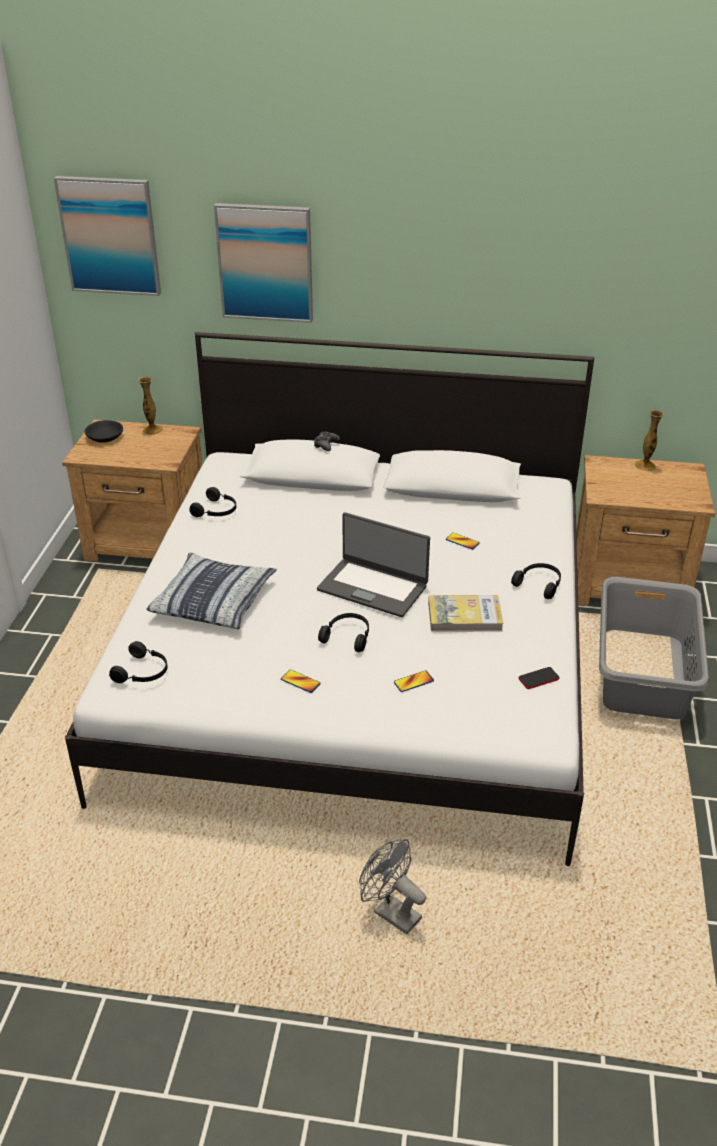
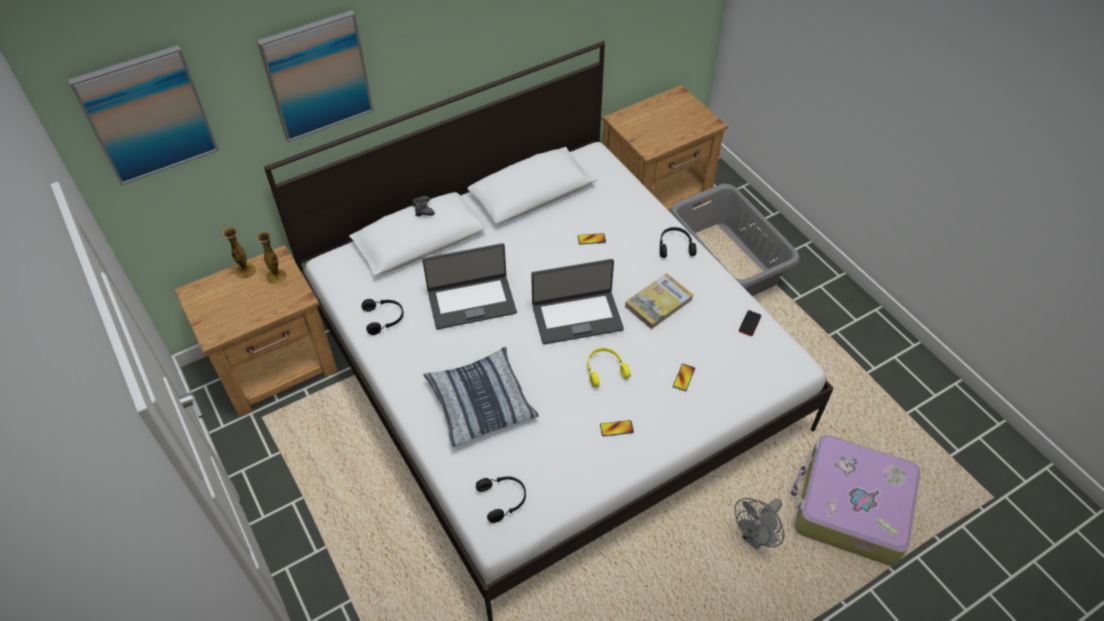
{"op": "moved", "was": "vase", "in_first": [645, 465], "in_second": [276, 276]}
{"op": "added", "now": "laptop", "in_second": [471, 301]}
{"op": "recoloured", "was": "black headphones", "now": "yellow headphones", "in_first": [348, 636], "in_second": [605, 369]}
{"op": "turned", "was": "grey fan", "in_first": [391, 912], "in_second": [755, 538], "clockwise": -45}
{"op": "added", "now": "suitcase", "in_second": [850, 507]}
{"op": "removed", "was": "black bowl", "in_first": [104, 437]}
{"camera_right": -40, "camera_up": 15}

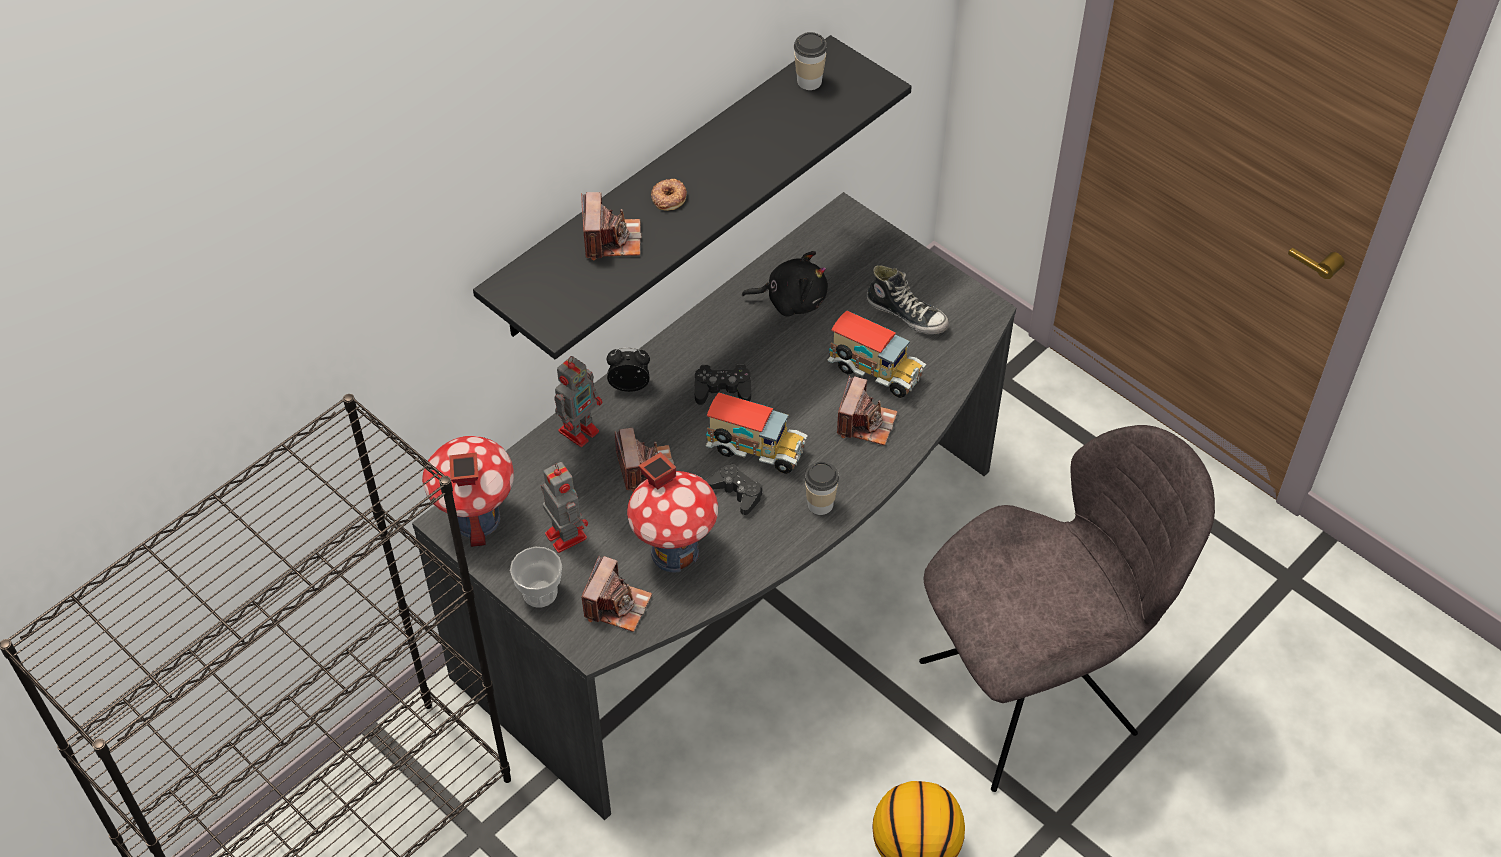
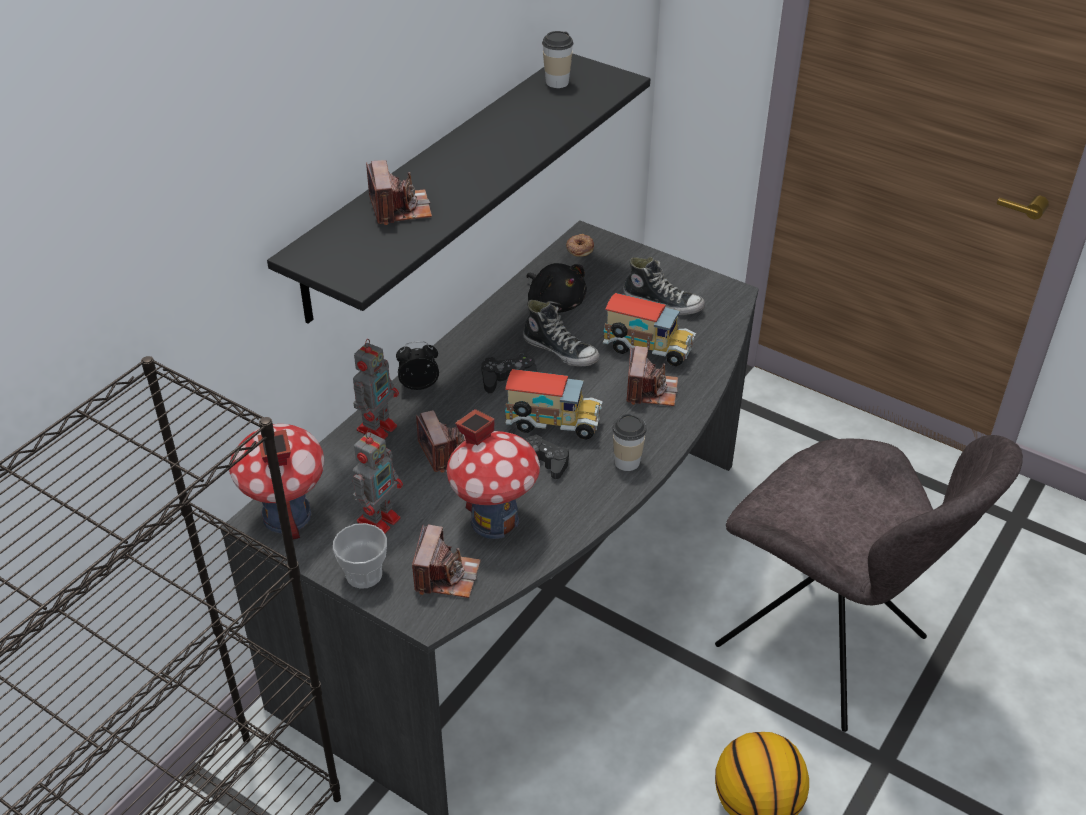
{"op": "turned", "was": "toy robot", "in_first": [564, 534], "in_second": [380, 518], "clockwise": 75}
{"op": "added", "now": "shoe", "in_second": [561, 351]}
{"op": "turned", "was": "black plush toy", "in_first": [791, 300], "in_second": [555, 303], "clockwise": 60}
{"op": "moved", "was": "donut", "in_first": [668, 197], "in_second": [579, 248]}
{"op": "turned", "was": "grey chair", "in_first": [1035, 695], "in_second": [827, 647], "clockwise": 75}
{"camera_right": -10, "camera_up": -10}

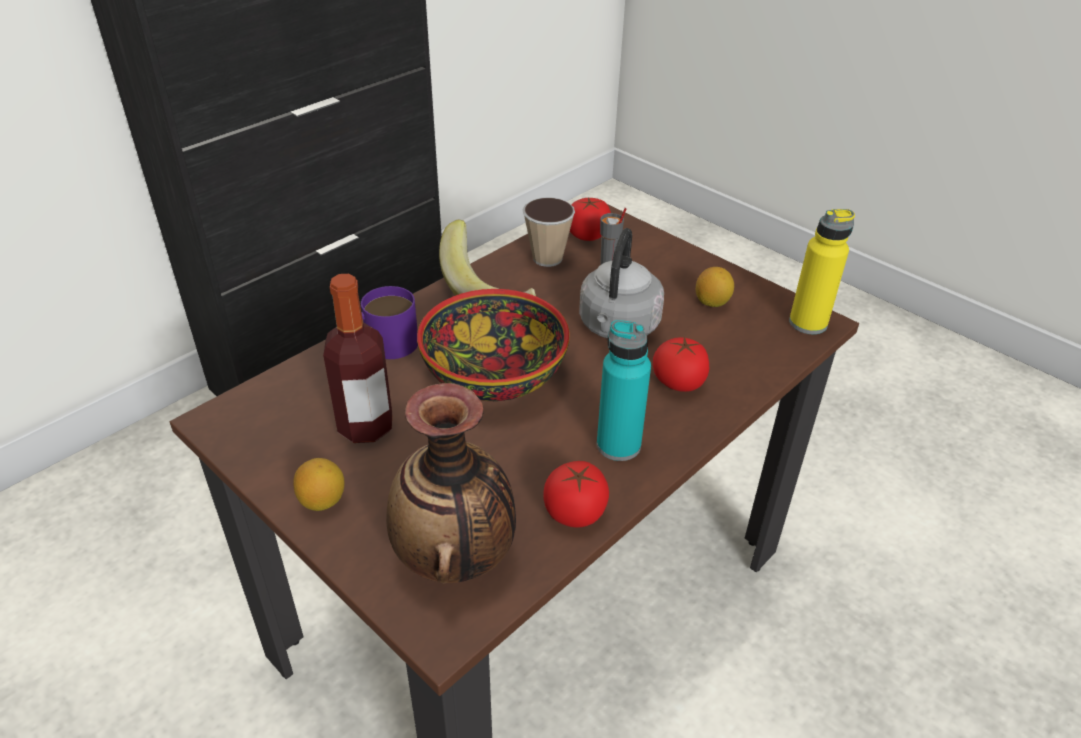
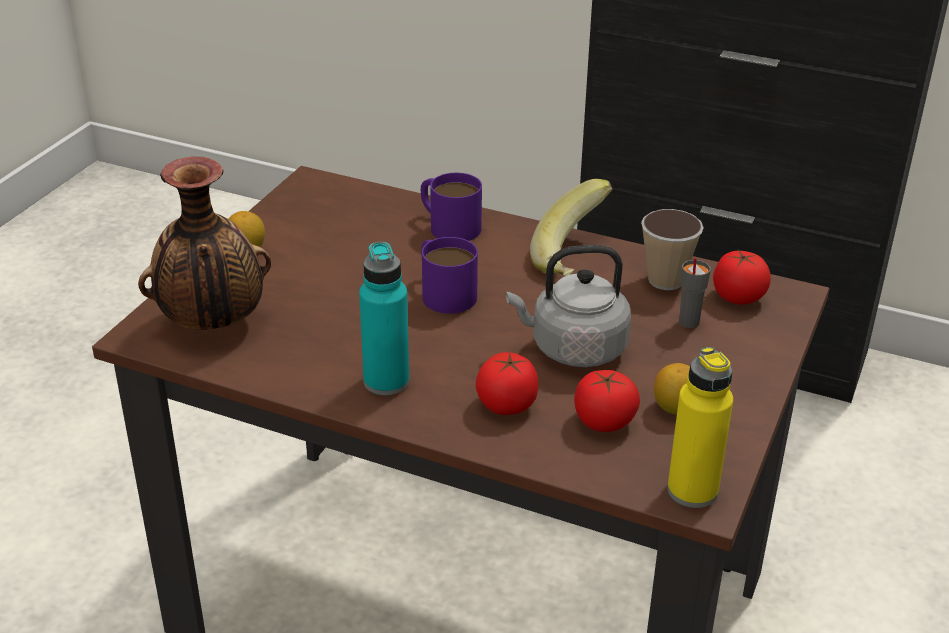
{"op": "replaced", "was": "bowl", "now": "purple mug", "in_first": [494, 376], "in_second": [443, 292]}
{"op": "moved", "was": "tomato", "in_first": [575, 512], "in_second": [604, 421]}
{"op": "removed", "was": "bottle", "in_first": [365, 426]}
{"camera_right": 70, "camera_up": -5}

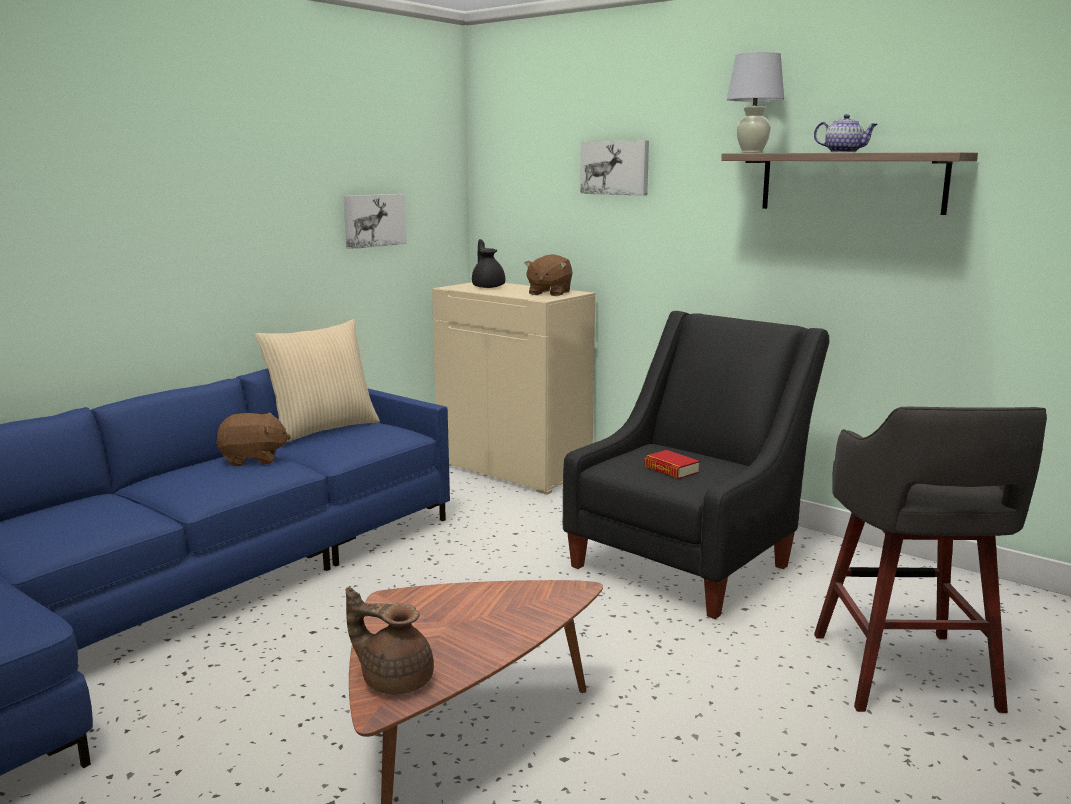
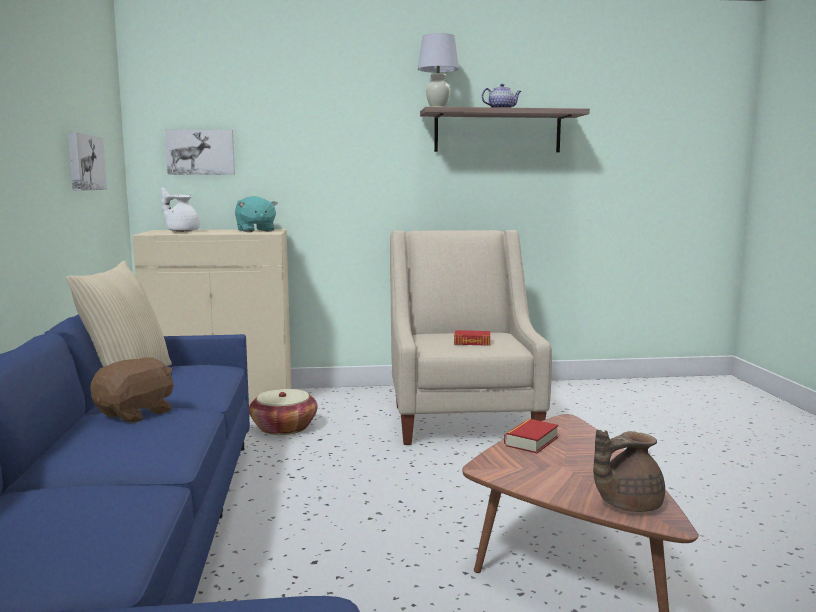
{"op": "recoloured", "was": "black teapot", "now": "white teapot", "in_first": [488, 287], "in_second": [182, 231]}
{"op": "moved", "was": "picture", "in_first": [615, 167], "in_second": [201, 152]}
{"op": "recoloured", "was": "brown plush toy", "now": "turquoise plush toy", "in_first": [549, 293], "in_second": [255, 231]}
{"op": "added", "now": "basket", "in_second": [284, 428]}
{"op": "recoloured", "was": "black armchair", "now": "beige armchair", "in_first": [689, 561], "in_second": [462, 417]}
{"op": "added", "now": "book", "in_second": [531, 441]}
{"op": "removed", "was": "grey stool", "in_first": [905, 675]}
{"camera_right": -45, "camera_up": -5}

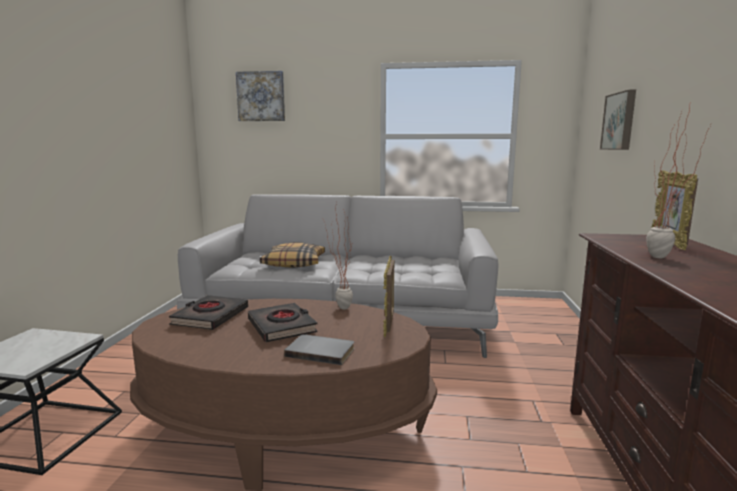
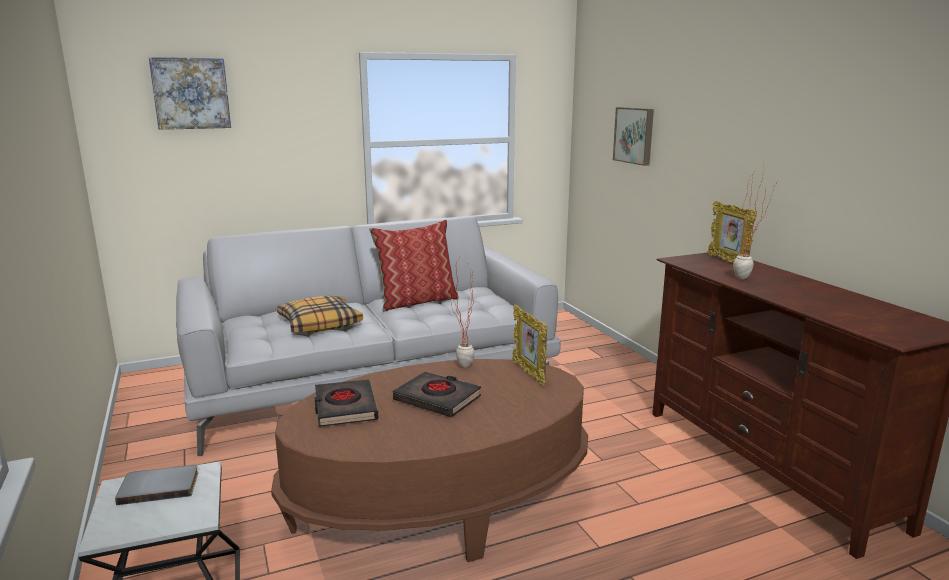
{"op": "moved", "was": "grey book", "in_first": [321, 351], "in_second": [159, 486]}
{"op": "added", "now": "pillow", "in_second": [416, 301]}
{"camera_right": -30, "camera_up": 5}

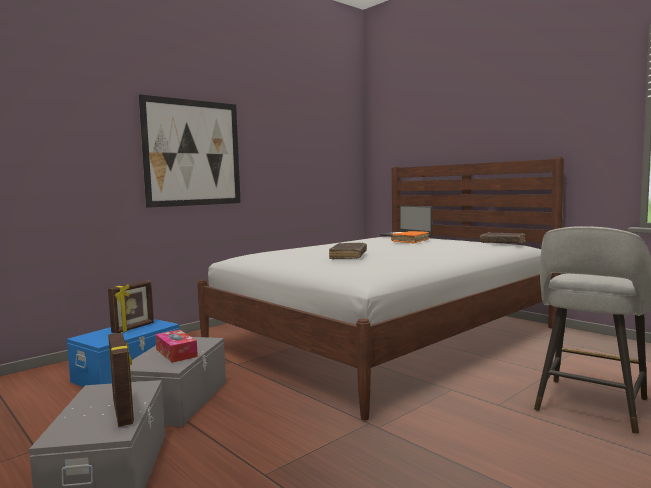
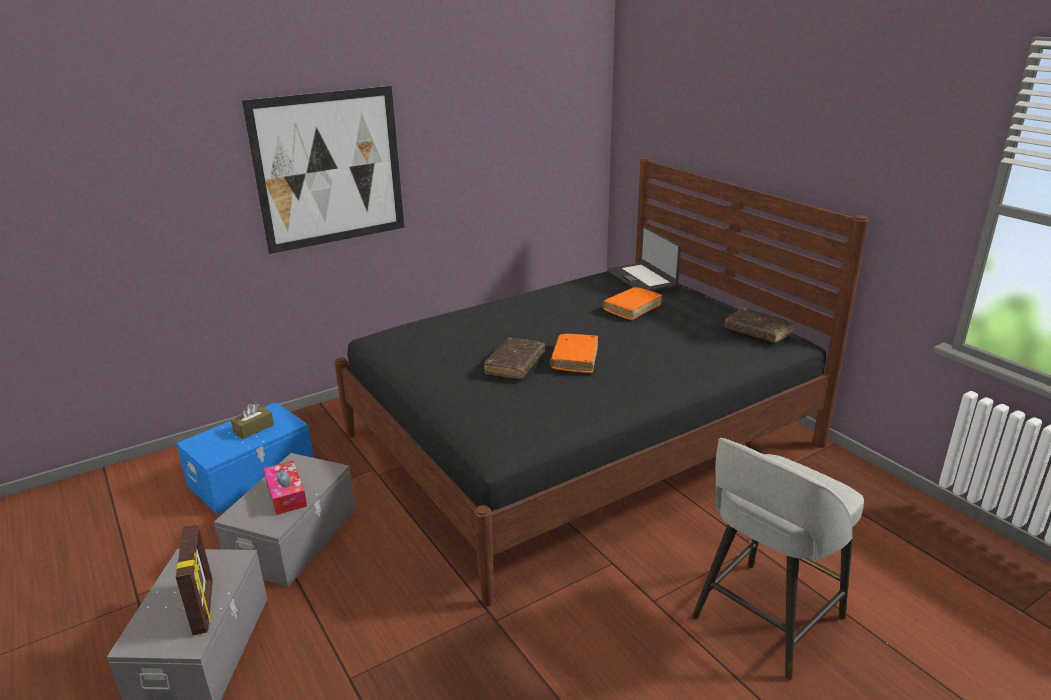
{"op": "replaced", "was": "picture frame", "now": "brown tissue box", "in_first": [133, 328], "in_second": [254, 428]}
{"op": "recoloured", "was": "white bed", "now": "black bed", "in_first": [386, 337], "in_second": [580, 440]}
{"op": "added", "now": "orange book", "in_second": [574, 359]}
{"camera_right": 10, "camera_up": 20}

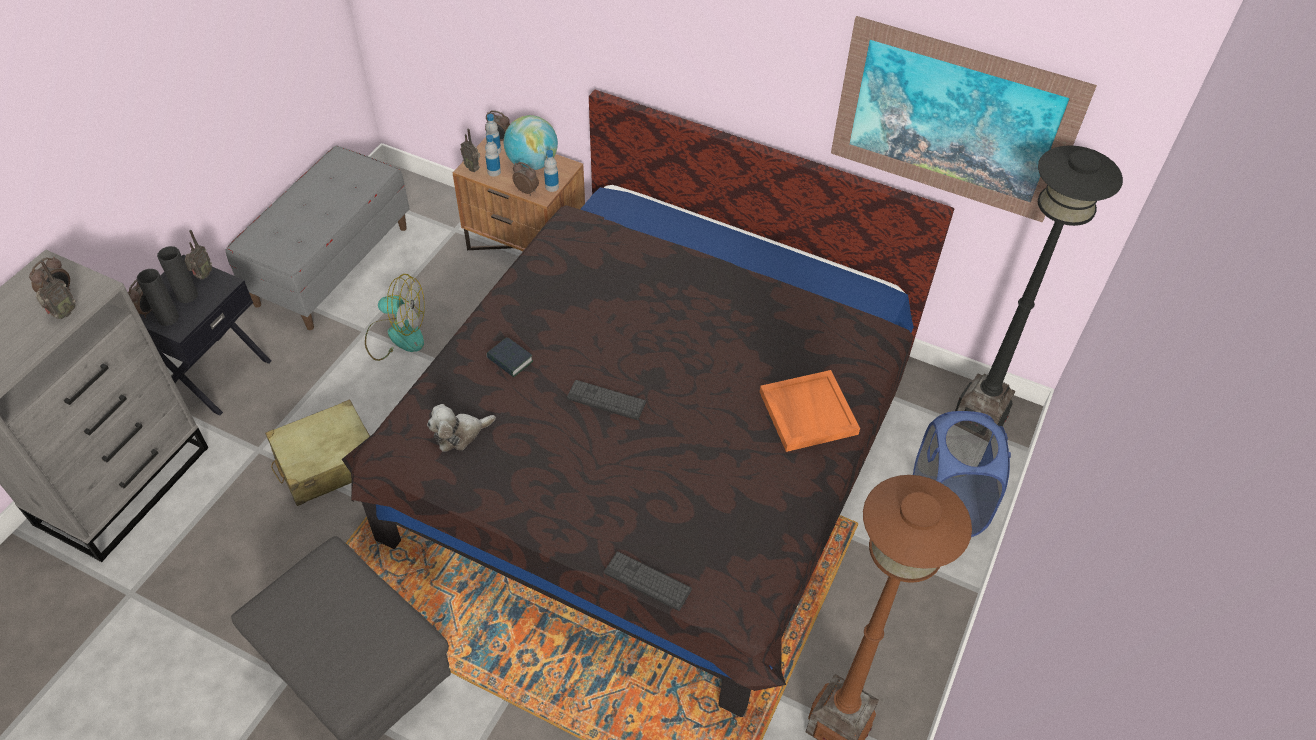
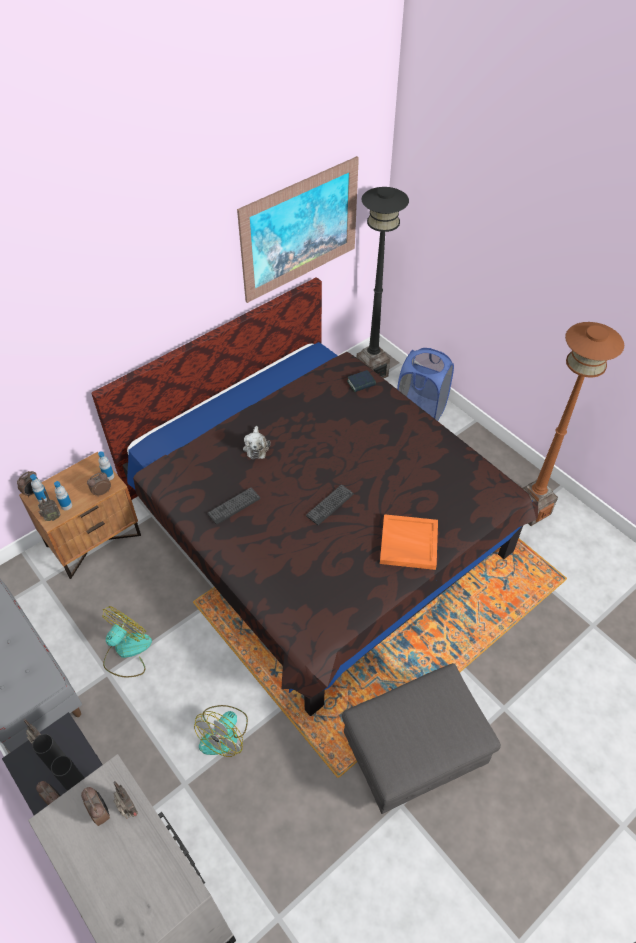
{"op": "replaced", "was": "beige suitcase", "now": "fan", "in_first": [327, 462], "in_second": [224, 733]}
{"op": "moved", "was": "keyboard", "in_first": [647, 581], "in_second": [234, 506]}
{"op": "moved", "was": "plush toy", "in_first": [459, 434], "in_second": [256, 447]}
{"op": "moved", "was": "book", "in_first": [510, 360], "in_second": [361, 383]}
{"op": "moved", "was": "orange tray", "in_first": [807, 412], "in_second": [408, 544]}
{"op": "removed", "was": "globe", "in_first": [532, 163]}
{"camera_right": -65, "camera_up": 0}

